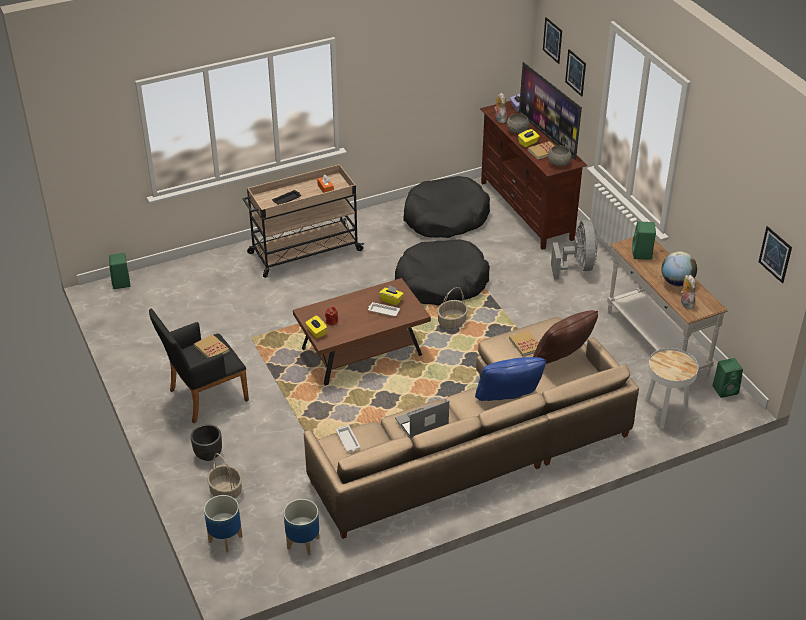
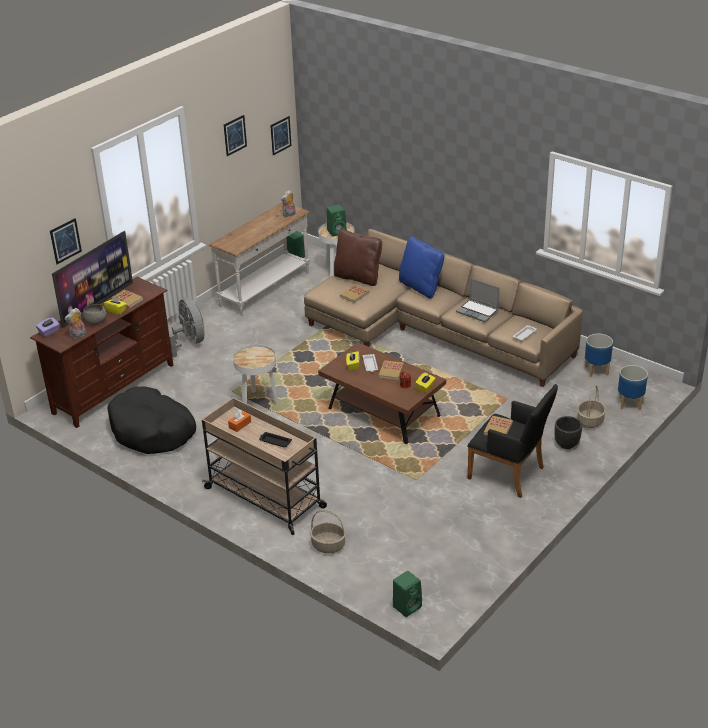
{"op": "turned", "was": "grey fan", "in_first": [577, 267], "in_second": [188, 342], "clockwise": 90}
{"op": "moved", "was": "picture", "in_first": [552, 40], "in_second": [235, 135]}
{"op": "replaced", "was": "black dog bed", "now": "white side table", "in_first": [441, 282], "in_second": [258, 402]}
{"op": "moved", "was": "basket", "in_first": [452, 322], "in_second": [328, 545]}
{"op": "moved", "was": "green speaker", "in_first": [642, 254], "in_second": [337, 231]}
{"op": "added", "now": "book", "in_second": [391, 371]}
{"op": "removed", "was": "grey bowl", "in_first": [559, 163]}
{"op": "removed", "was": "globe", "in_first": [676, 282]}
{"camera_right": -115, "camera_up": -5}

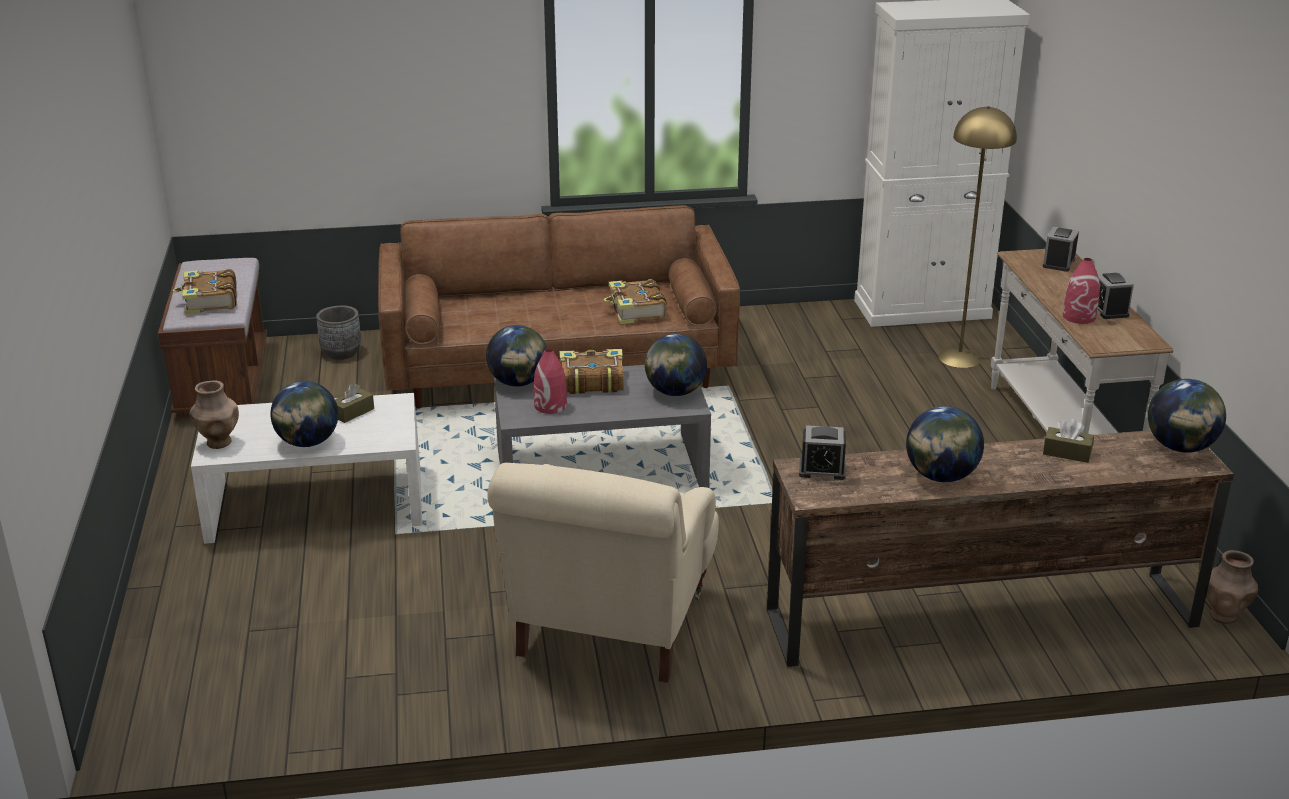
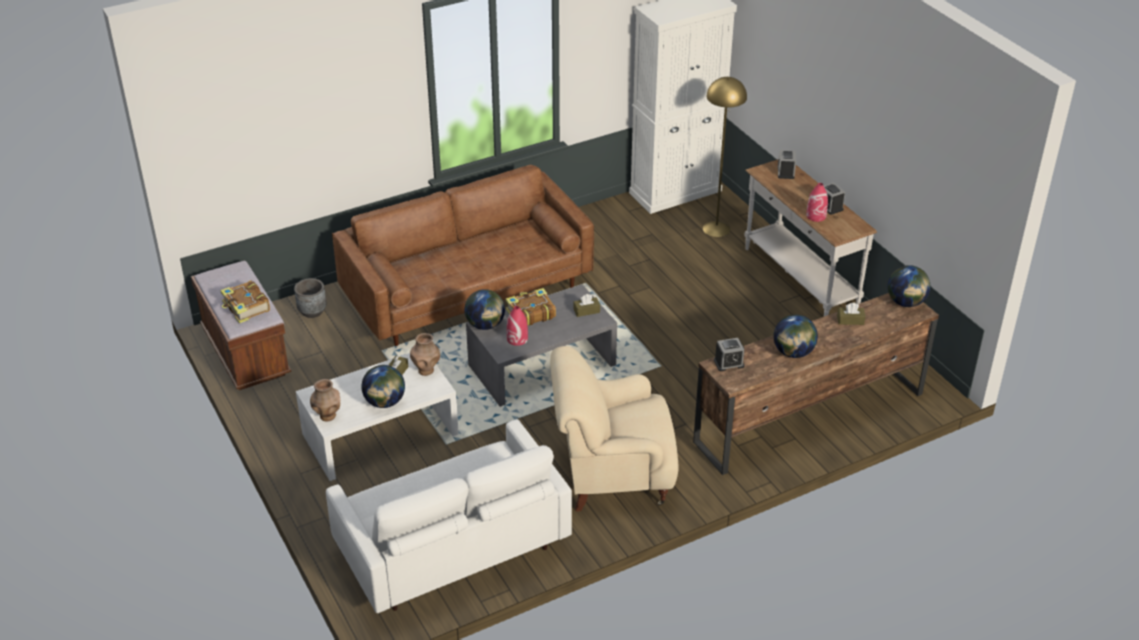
{"op": "added", "now": "white sofa", "in_second": [451, 550]}
{"op": "moved", "was": "brown vase", "in_first": [1224, 616], "in_second": [426, 370]}
{"op": "turned", "was": "beige armchair", "in_first": [610, 627], "in_second": [612, 475], "clockwise": 90}
{"op": "replaced", "was": "globe", "now": "brown tissue box", "in_first": [675, 392], "in_second": [586, 311]}
{"op": "removed", "was": "book", "in_first": [636, 311]}
{"camera_right": -20, "camera_up": 10}

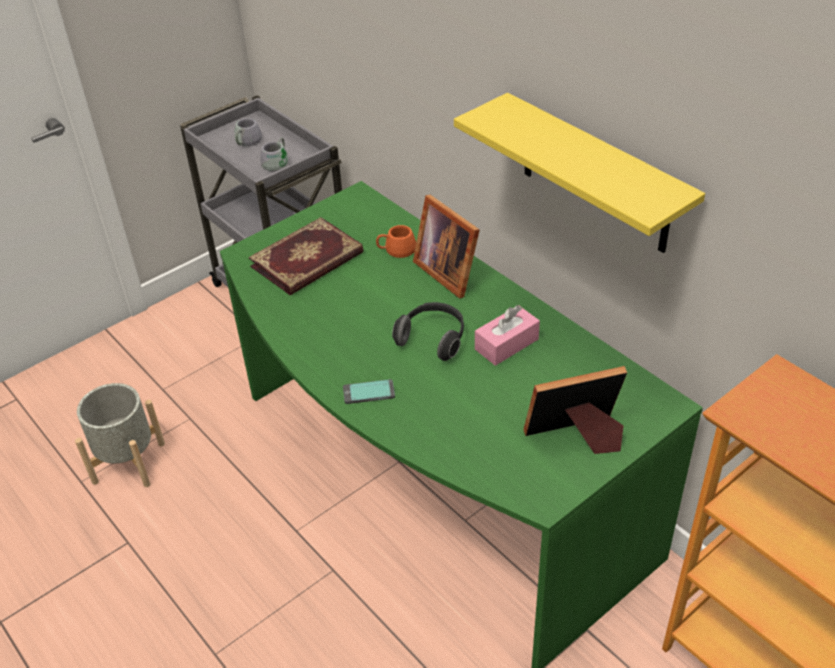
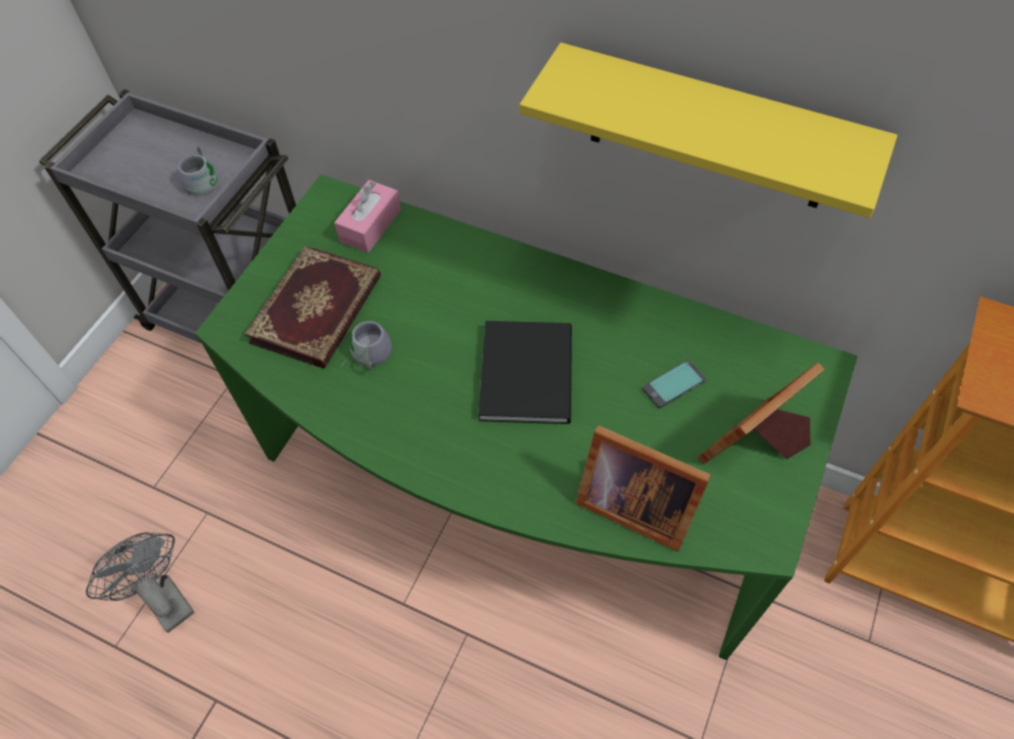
{"op": "replaced", "was": "grey planter", "now": "grey fan", "in_first": [129, 463], "in_second": [163, 598]}
{"op": "moved", "was": "pink tissue box", "in_first": [506, 344], "in_second": [370, 225]}
{"op": "moved", "was": "grey mug", "in_first": [244, 141], "in_second": [367, 355]}
{"op": "replaced", "was": "headphones", "now": "black book", "in_first": [433, 339], "in_second": [529, 370]}
{"op": "moved", "was": "picture frame", "in_first": [448, 271], "in_second": [632, 502]}
{"op": "moved", "was": "phone", "in_first": [369, 393], "in_second": [674, 385]}
{"op": "removed", "was": "orange mug", "in_first": [396, 248]}
{"camera_right": -25, "camera_up": 15}

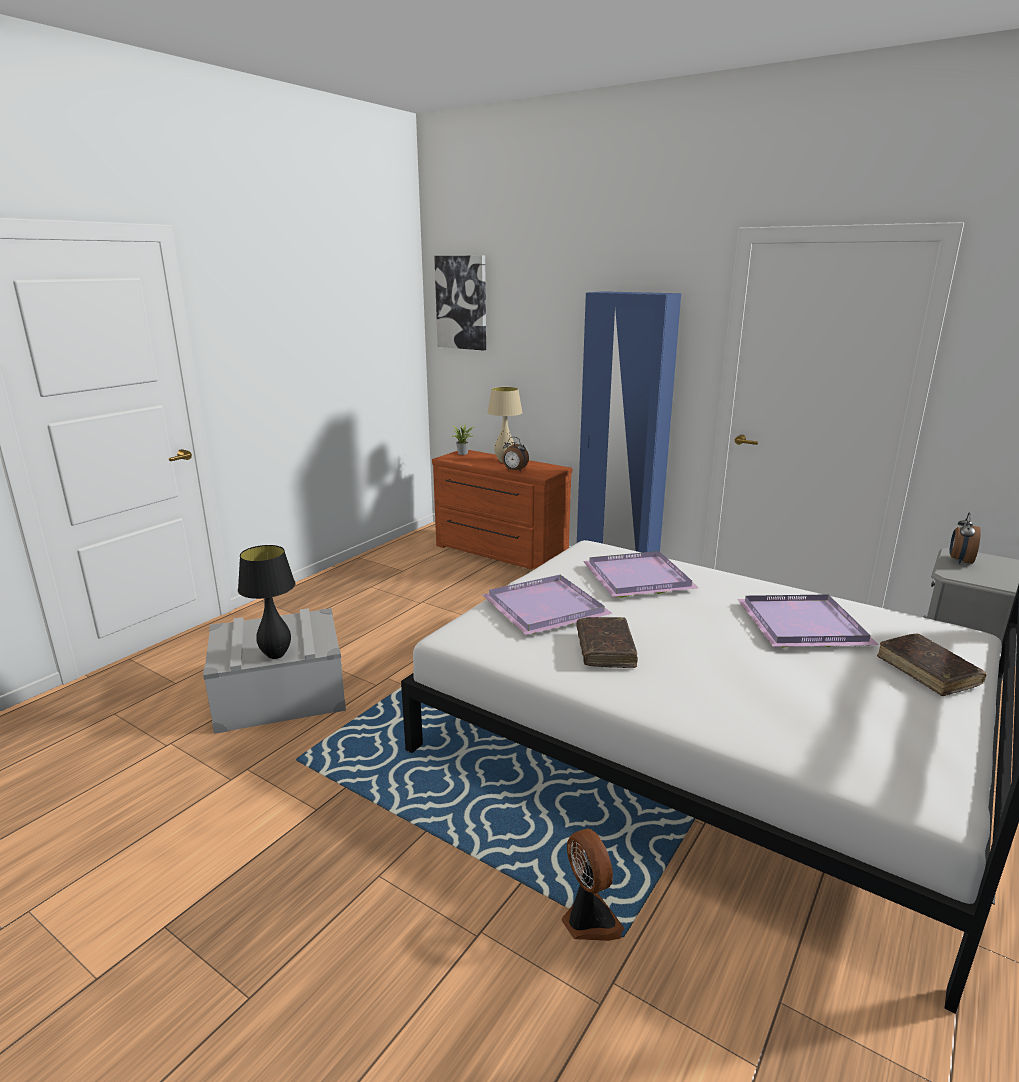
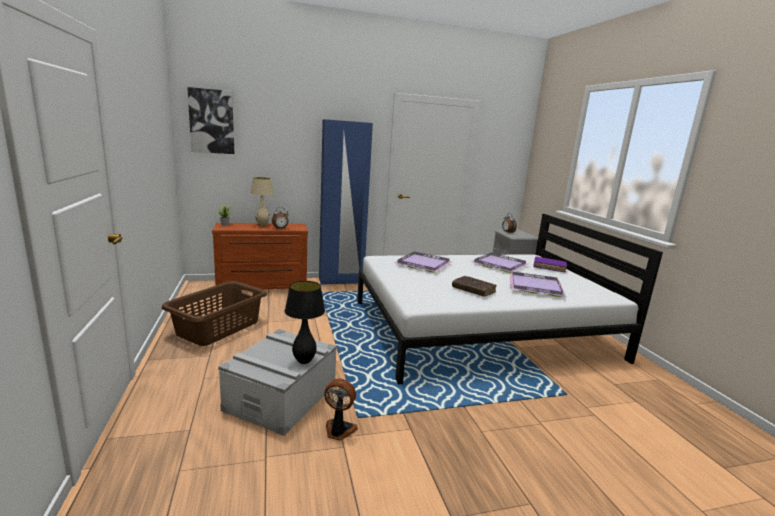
{"op": "added", "now": "brown laundry basket", "in_second": [217, 328]}
{"op": "moved", "was": "fan", "in_first": [589, 920], "in_second": [339, 431]}
{"op": "moved", "was": "purple tray", "in_first": [546, 606], "in_second": [534, 286]}
{"op": "recoloured", "was": "brown book", "now": "purple book", "in_first": [927, 671], "in_second": [549, 267]}
{"camera_right": -50, "camera_up": -5}

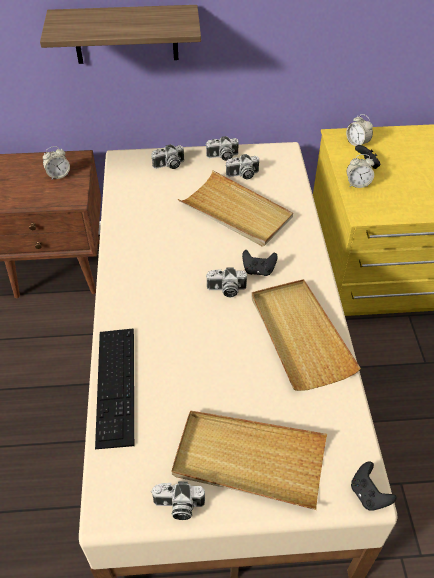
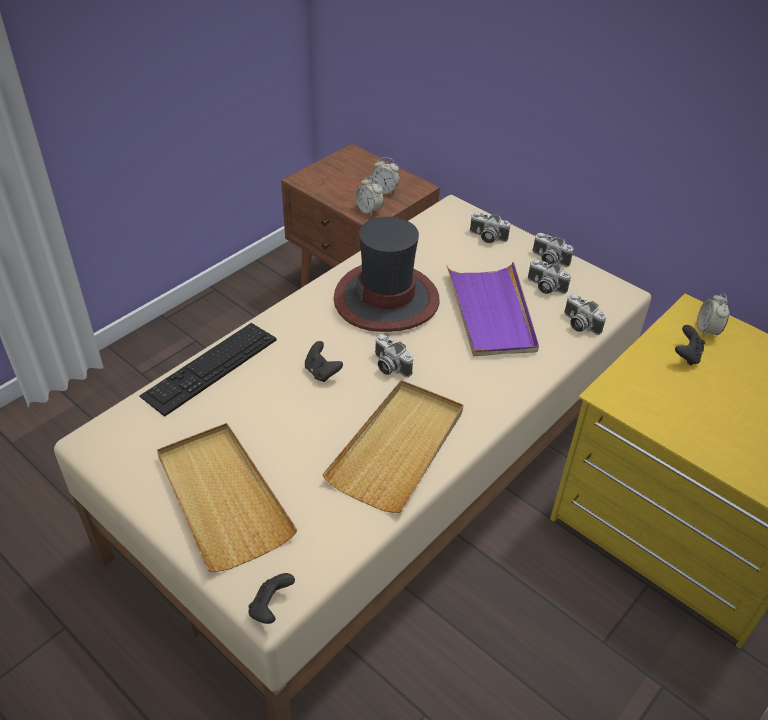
{"op": "moved", "was": "black game controller", "in_first": [258, 270], "in_second": [322, 372]}
{"op": "added", "now": "hat", "in_second": [387, 299]}
{"op": "moved", "was": "alarm clock", "in_first": [357, 184], "in_second": [369, 210]}
{"op": "recoloured", "was": "beige tray", "now": "purple tray", "in_first": [236, 212], "in_second": [491, 313]}
{"op": "moved", "was": "photo camera", "in_first": [178, 506], "in_second": [579, 324]}
{"op": "removed", "was": "shelf", "in_first": [125, 34]}
{"camera_right": 45, "camera_up": -5}

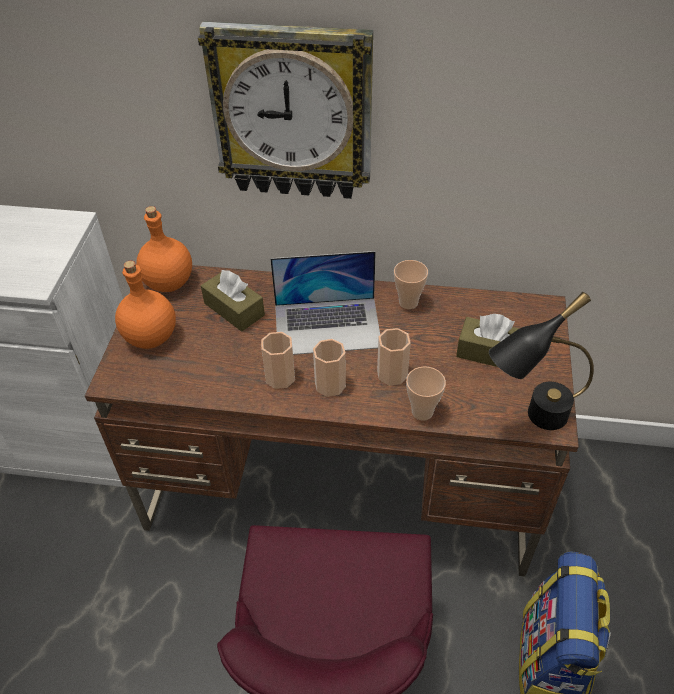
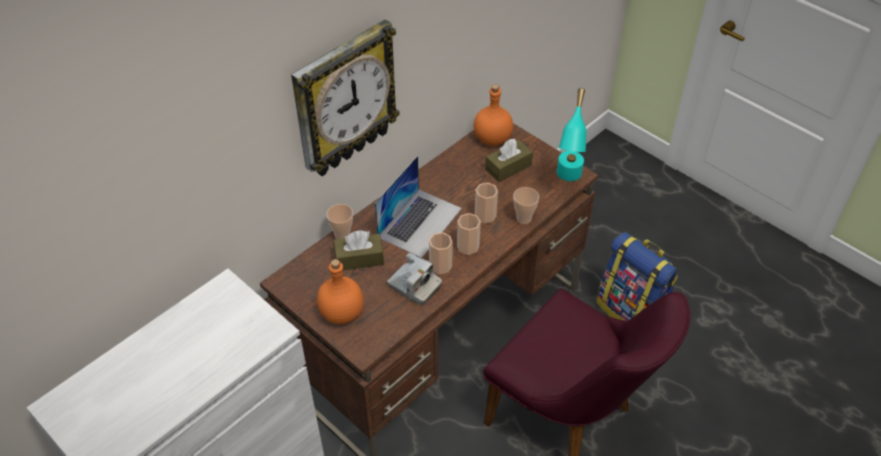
{"op": "moved", "was": "cup", "in_first": [408, 302], "in_second": [342, 236]}
{"op": "added", "now": "photo camera", "in_second": [414, 286]}
{"op": "moved", "was": "orange bottle", "in_first": [168, 282], "in_second": [491, 139]}
{"op": "recoloured", "was": "black table lamp", "now": "turquoise table lamp", "in_first": [531, 420], "in_second": [567, 181]}
{"camera_right": -55, "camera_up": 0}

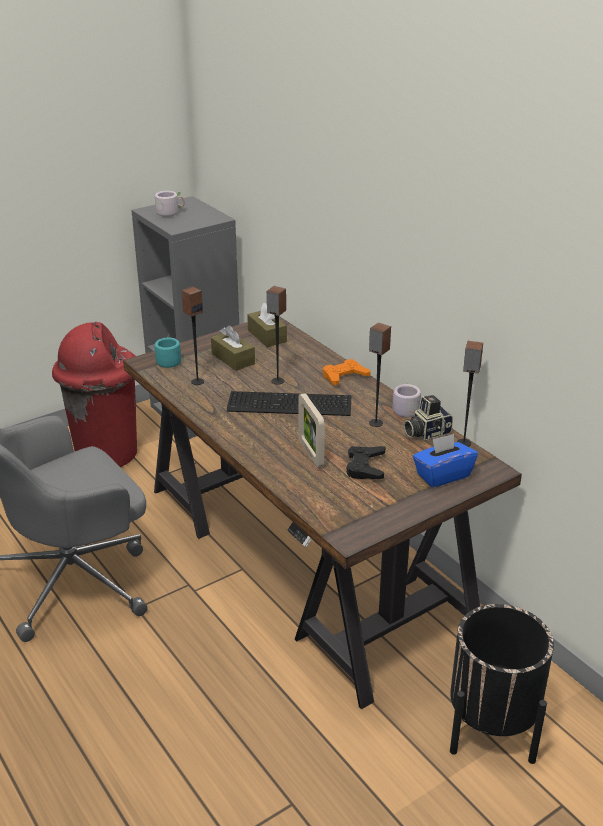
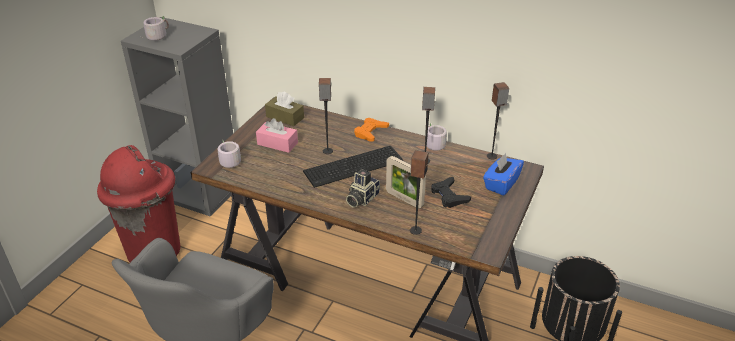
{"op": "recoloured", "was": "turquoise mug", "now": "grey mug", "in_first": [167, 361], "in_second": [228, 161]}
{"op": "recoloured", "was": "brown tissue box", "now": "pink tissue box", "in_first": [233, 359], "in_second": [277, 143]}
{"op": "moved", "was": "photo camera", "in_first": [426, 432], "in_second": [361, 198]}
{"op": "moved", "was": "speaker", "in_first": [197, 381], "in_second": [415, 230]}
{"camera_right": -30, "camera_up": 5}

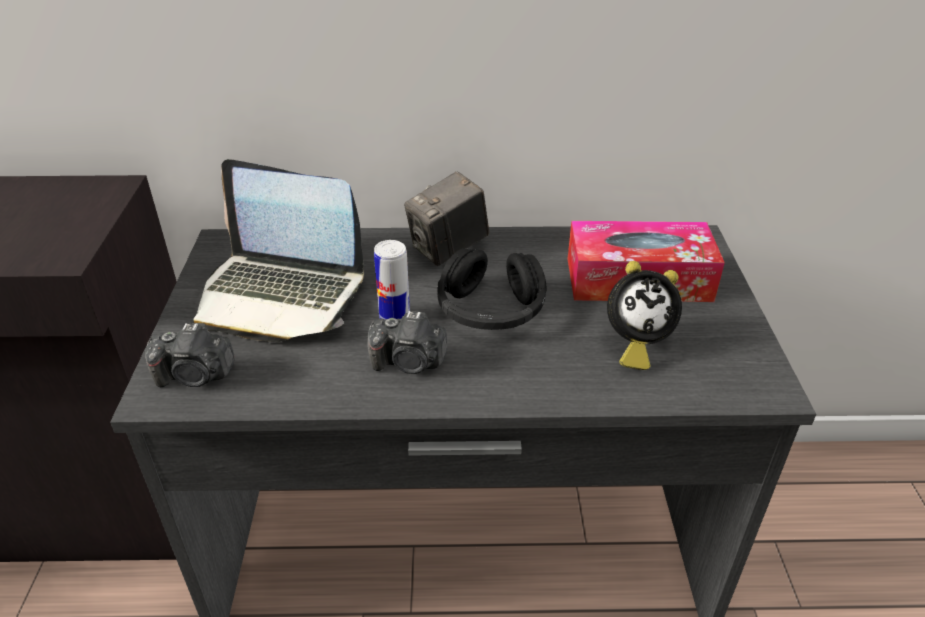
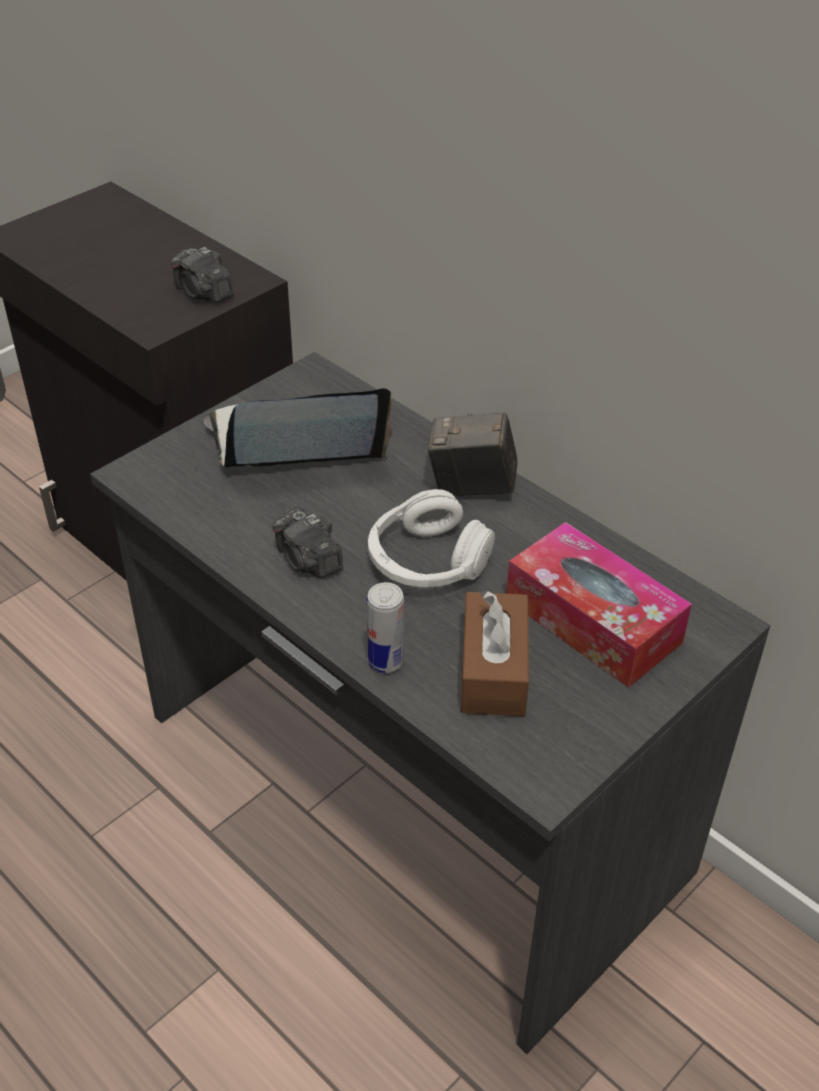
{"op": "moved", "was": "photo camera", "in_first": [195, 375], "in_second": [203, 293]}
{"op": "turned", "was": "laptop", "in_first": [280, 295], "in_second": [296, 446], "clockwise": 105}
{"op": "moved", "was": "can", "in_first": [394, 316], "in_second": [385, 661]}
{"op": "recoloured", "was": "black headphones", "now": "white headphones", "in_first": [490, 309], "in_second": [426, 561]}
{"op": "replaced", "was": "alarm clock", "now": "brown tissue box", "in_first": [634, 345], "in_second": [493, 670]}
{"camera_right": 45, "camera_up": 5}

